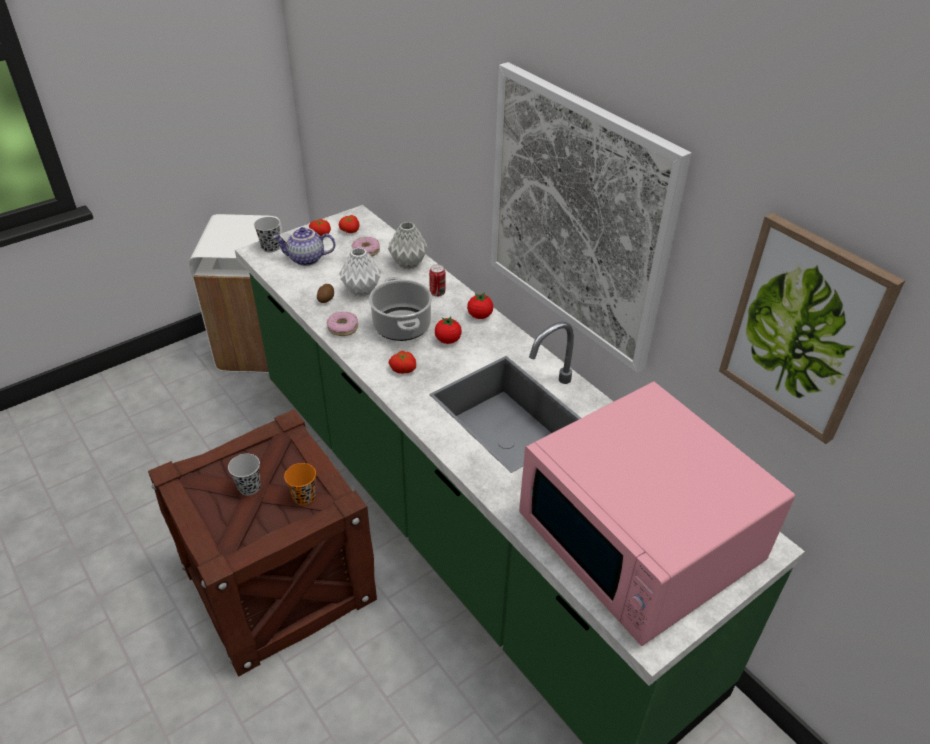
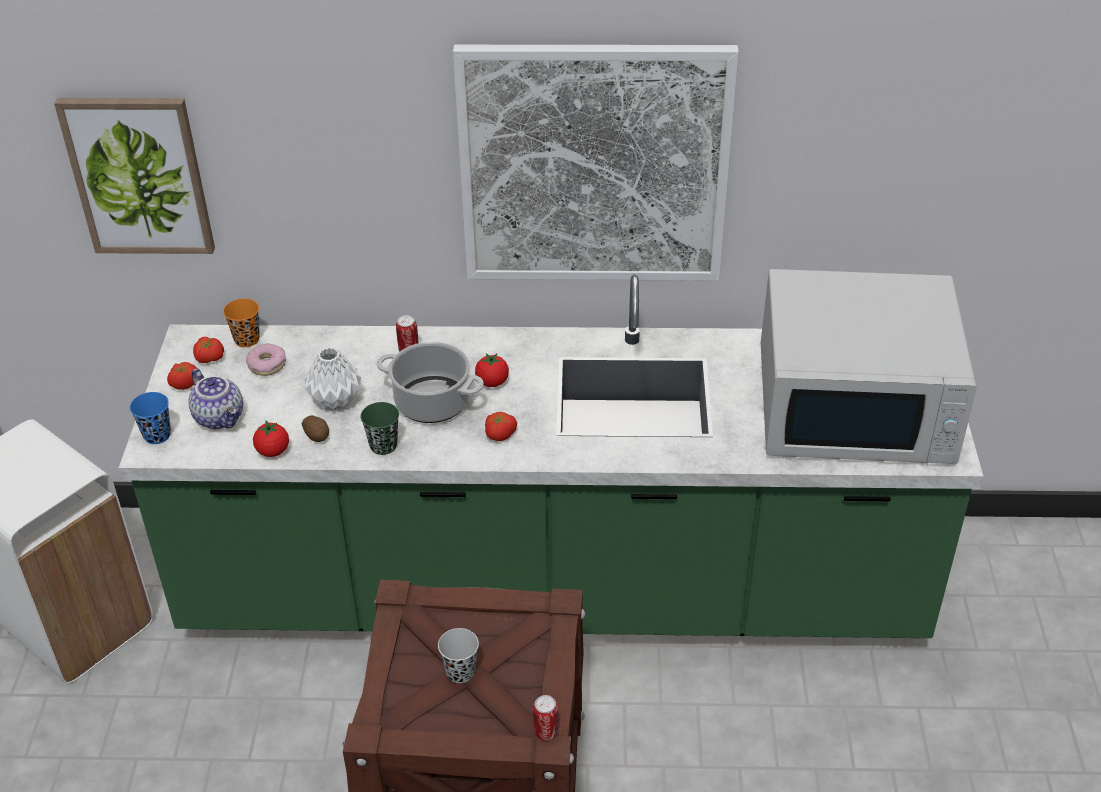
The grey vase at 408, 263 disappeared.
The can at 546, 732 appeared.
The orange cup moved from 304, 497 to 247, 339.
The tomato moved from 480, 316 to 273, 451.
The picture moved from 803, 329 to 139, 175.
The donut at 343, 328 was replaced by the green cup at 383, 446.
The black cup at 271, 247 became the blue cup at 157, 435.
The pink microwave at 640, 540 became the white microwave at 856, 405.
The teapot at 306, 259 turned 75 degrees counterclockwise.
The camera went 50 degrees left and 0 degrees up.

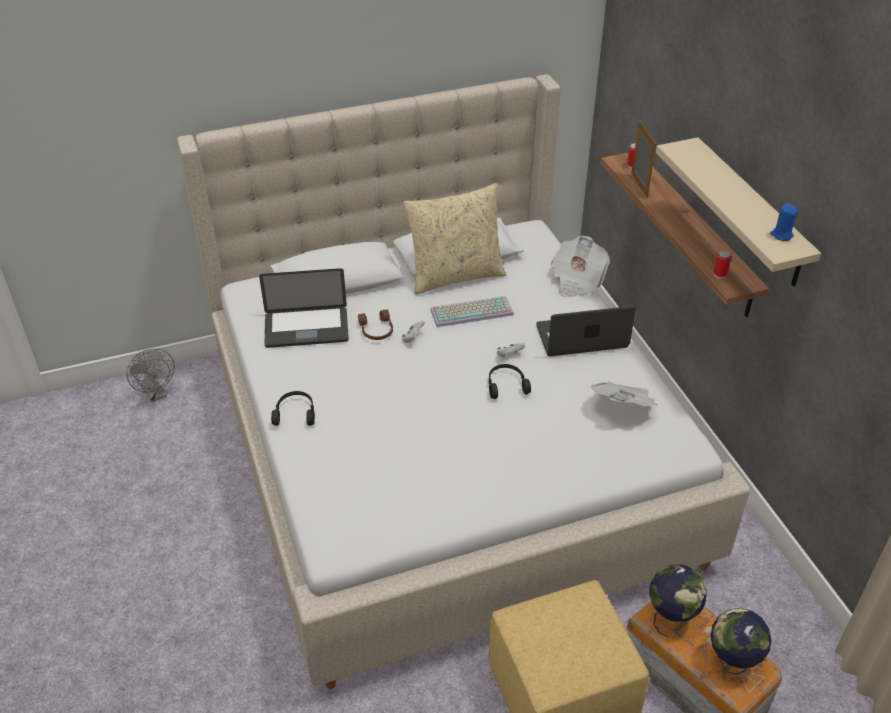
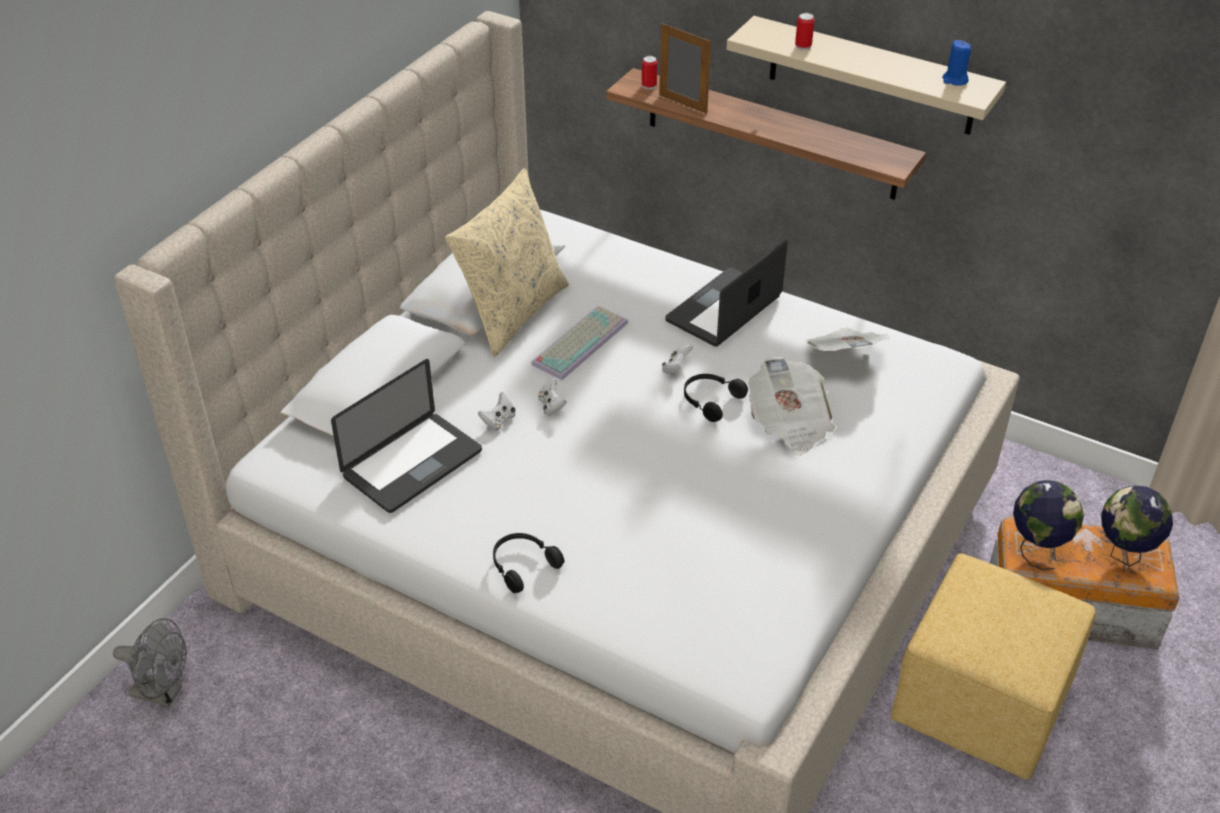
The newspaper moved from 577, 280 to 789, 424.
The can moved from 720, 274 to 803, 46.
The brown headphones at 376, 330 was replaced by the white game controller at 498, 420.
The camera went 40 degrees left and 0 degrees up.

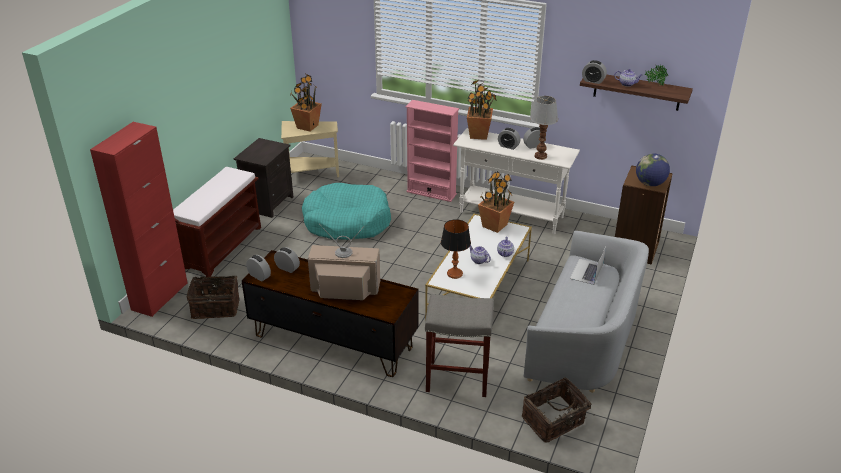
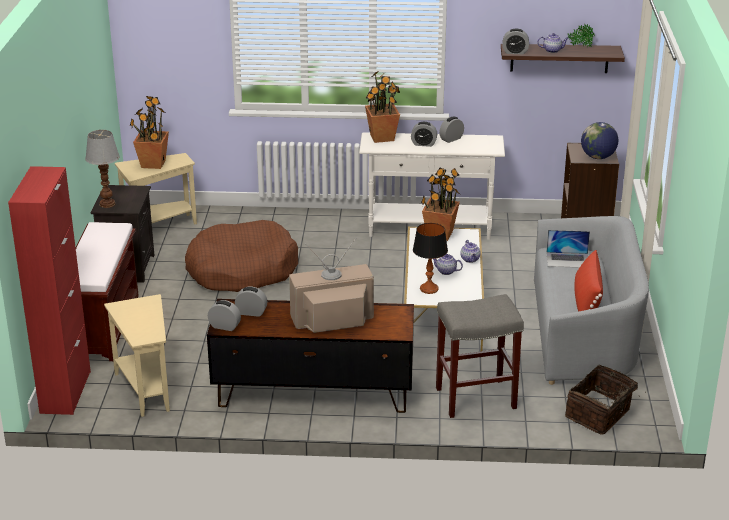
The pink bookcase at 431, 193 disappeared.
The red pillow at 586, 301 appeared.
The table lamp moved from 540, 156 to 107, 204.
The basket at 216, 307 was replaced by the beige side table at 146, 388.
The turquoise dog bed at 347, 222 became the brown dog bed at 242, 270.
The laptop at 586, 271 turned 90 degrees counterclockwise.
The camera went 20 degrees left and 5 degrees down.

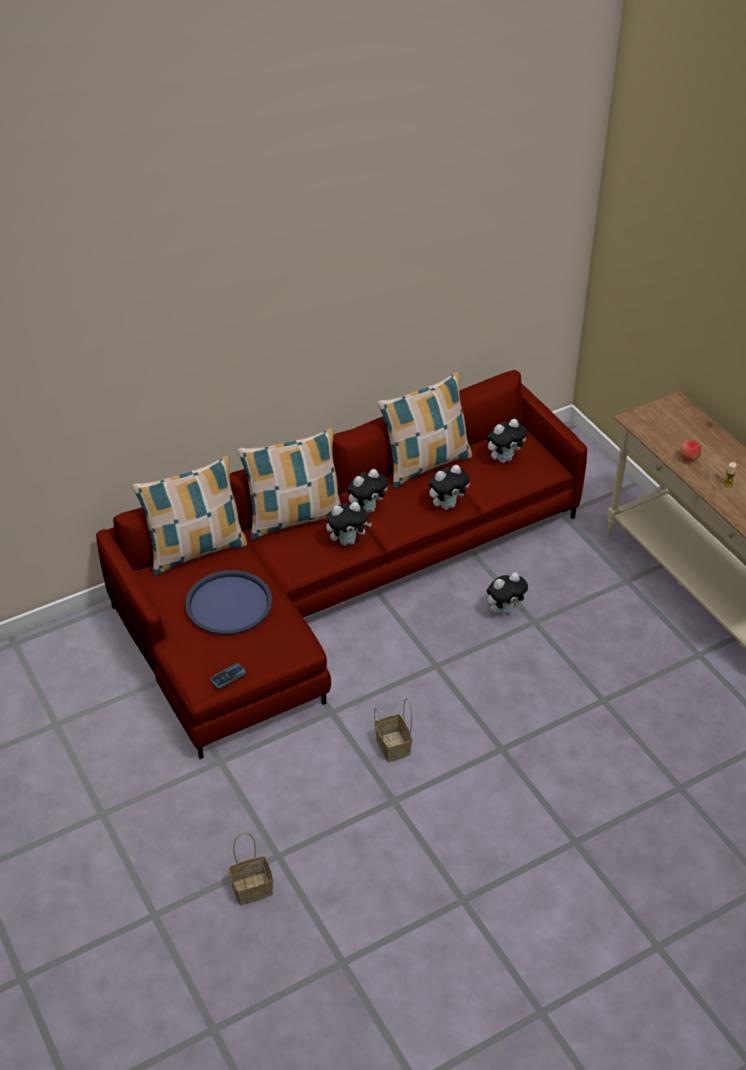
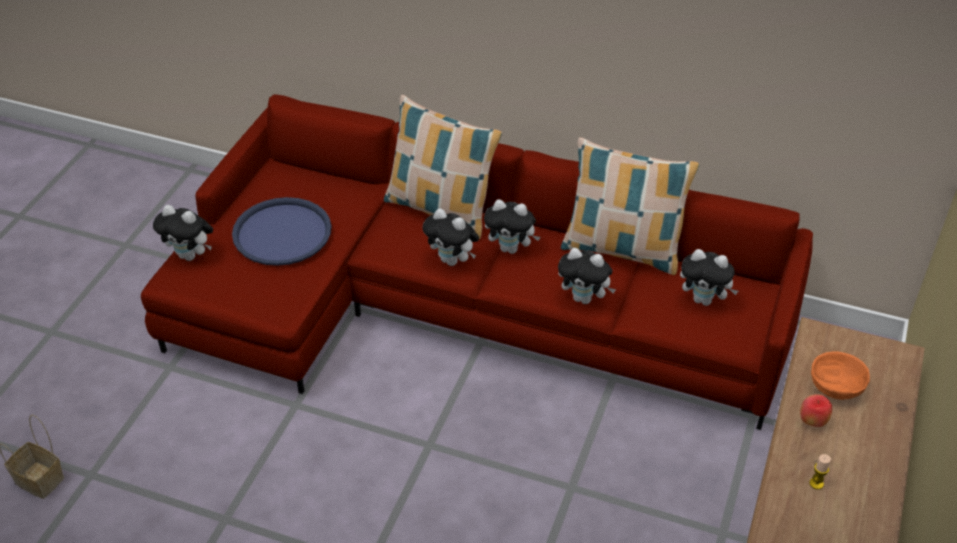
The pillow at 195, 550 disappeared.
The phone at 228, 676 disappeared.
The basket at 391, 745 disappeared.
The orange bowl at 836, 387 appeared.
The plush toy moved from 504, 610 to 190, 255.
The camera went 50 degrees right and 0 degrees up.

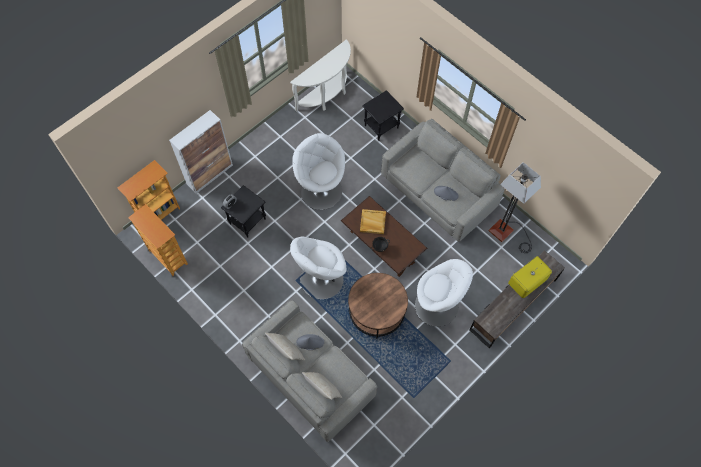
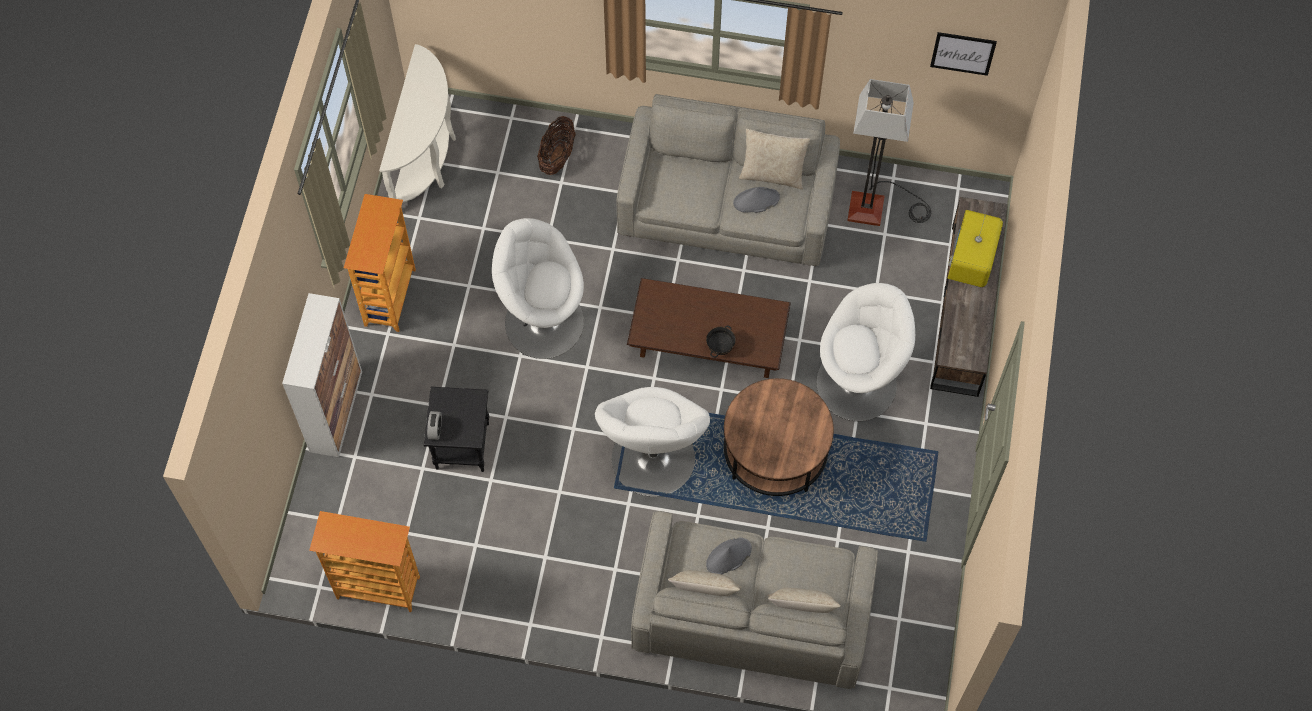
The beige tray at 372, 222 disappeared.
The beige pillow at 772, 174 appeared.
The picture at 963, 53 appeared.
The bookcase moved from 159, 214 to 389, 297.
The black side table at 381, 126 was replaced by the basket at 557, 156.
The camera went 35 degrees left and 0 degrees up.

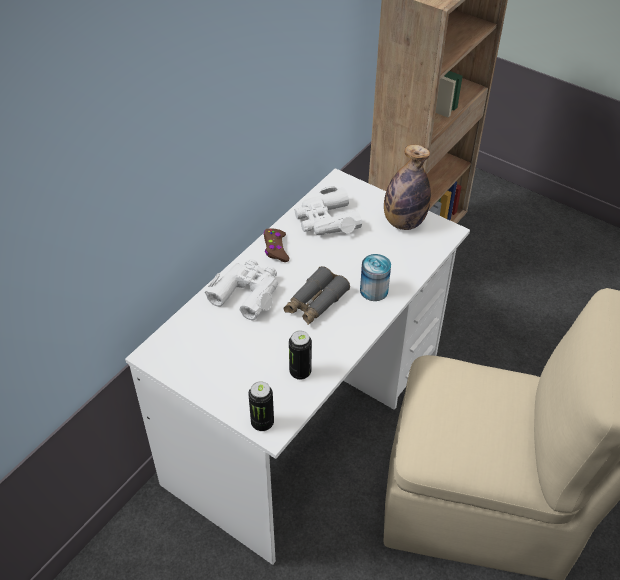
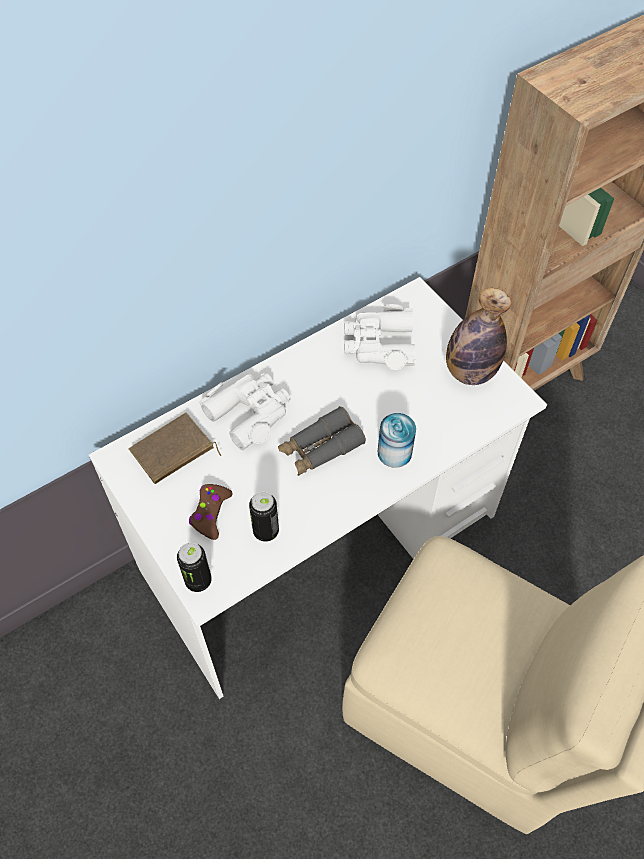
The brown book at 173, 452 appeared.
The brown game controller moved from 276, 249 to 210, 513.
The camera went 20 degrees right and 10 degrees up.

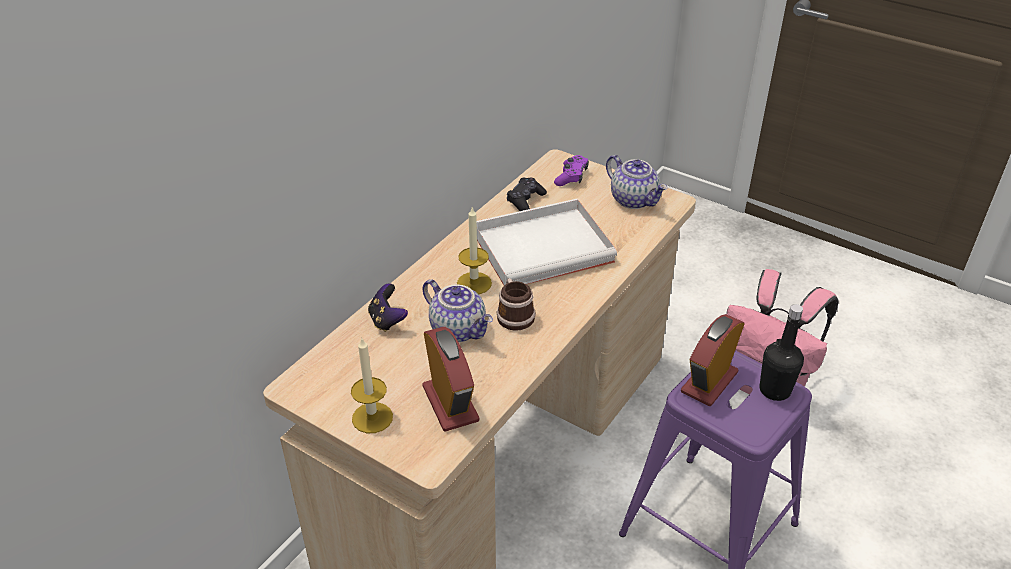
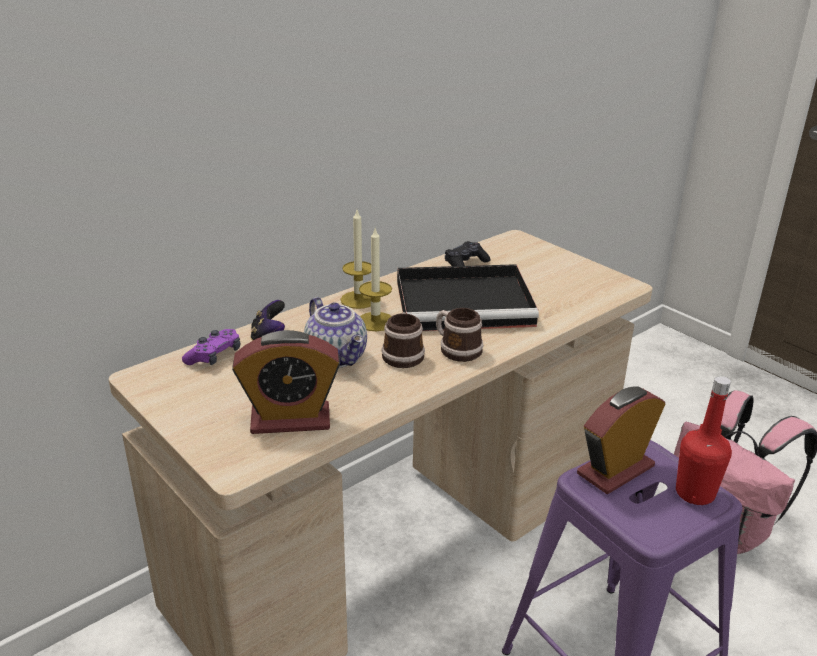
The teapot at 634, 200 disappeared.
The mug at 456, 349 appeared.
The candle moved from 372, 417 to 358, 300.
The purple game controller moved from 571, 177 to 214, 356.
The white tray at 545, 247 became the black tray at 466, 303.
The black bottle at 774, 390 became the red bottle at 695, 493.
The alarm clock at 450, 404 turned 90 degrees clockwise.
The camera went 15 degrees right and 10 degrees down.

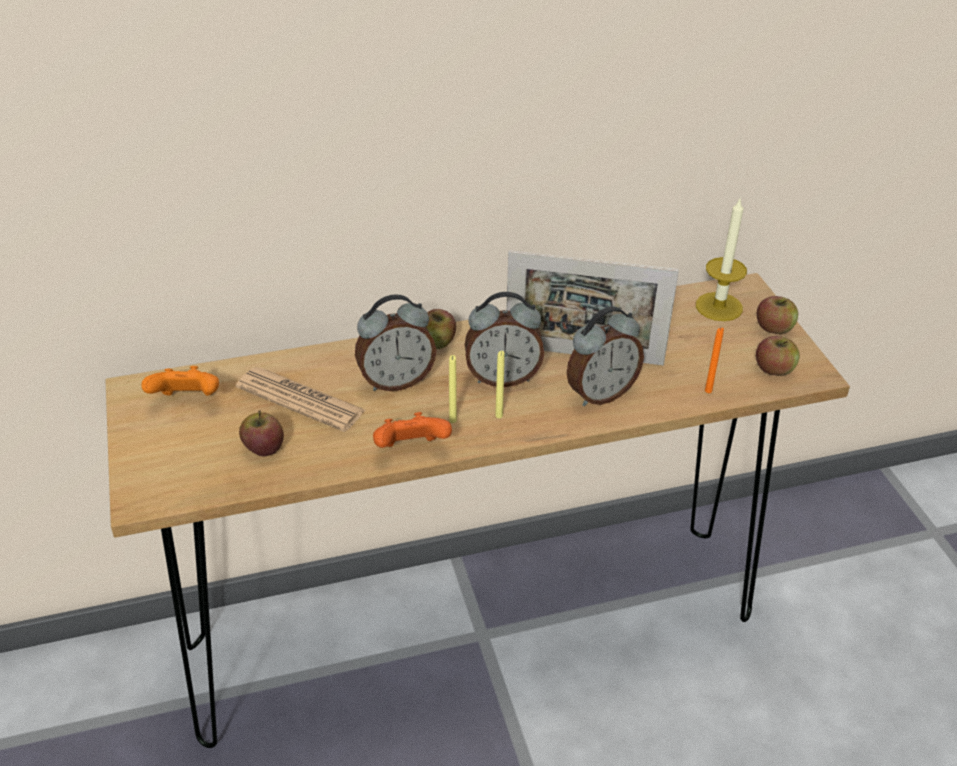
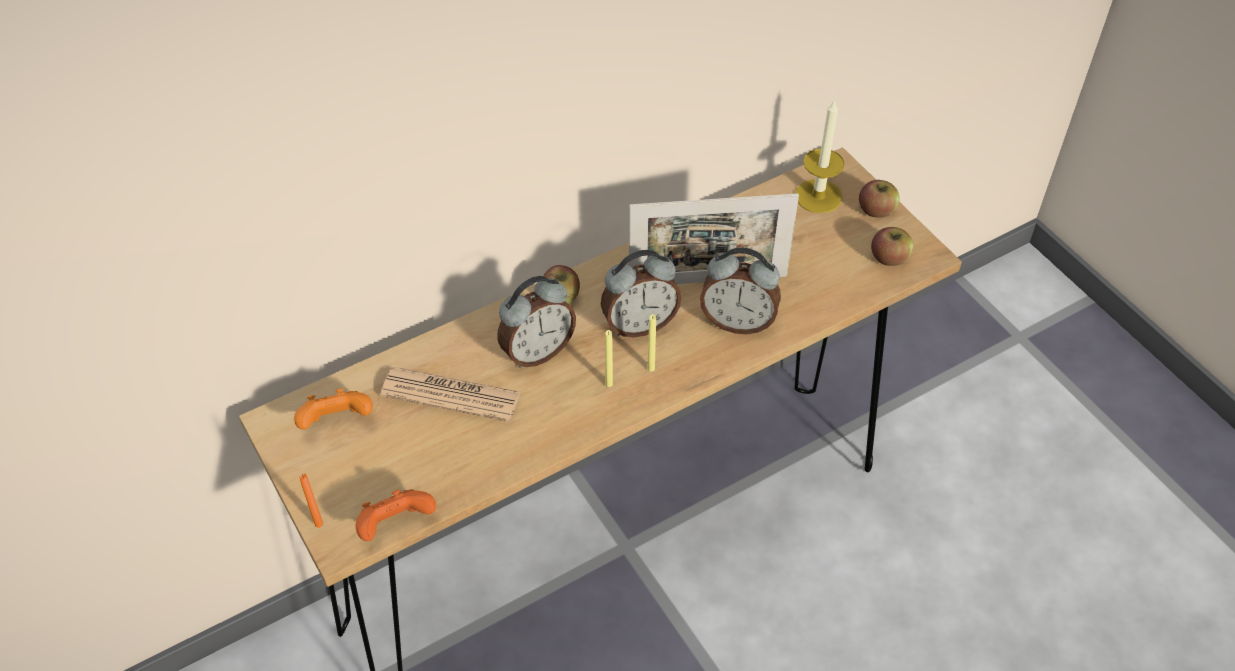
The apple at 263, 448 disappeared.
The orange game controller moved from 411, 449 to 396, 525.
The orange candle moved from 708, 391 to 319, 524.
The alarm clock at 600, 393 turned 60 degrees clockwise.
The camera went 15 degrees left and 10 degrees up.

